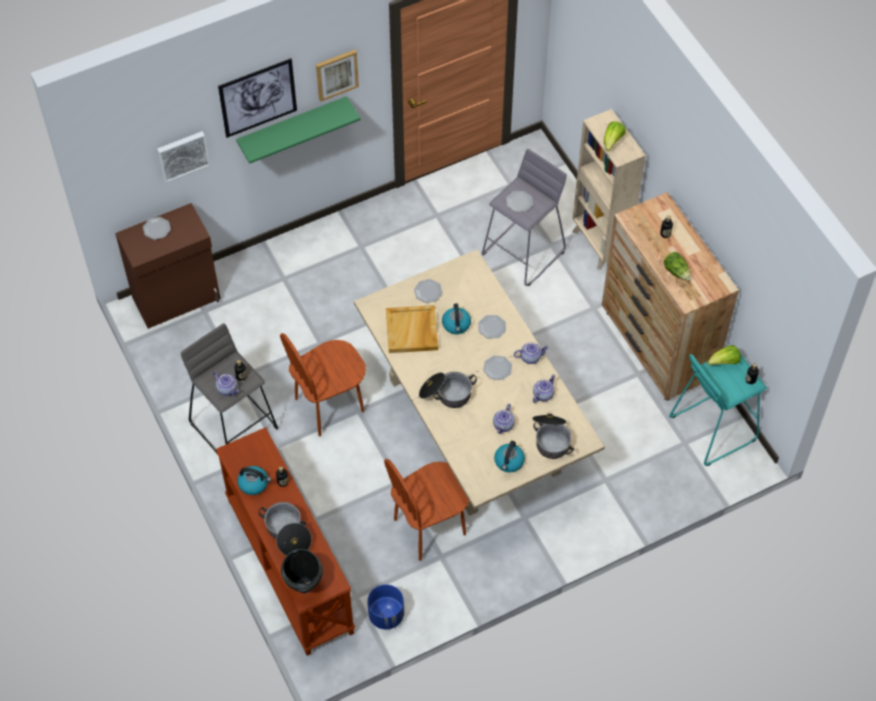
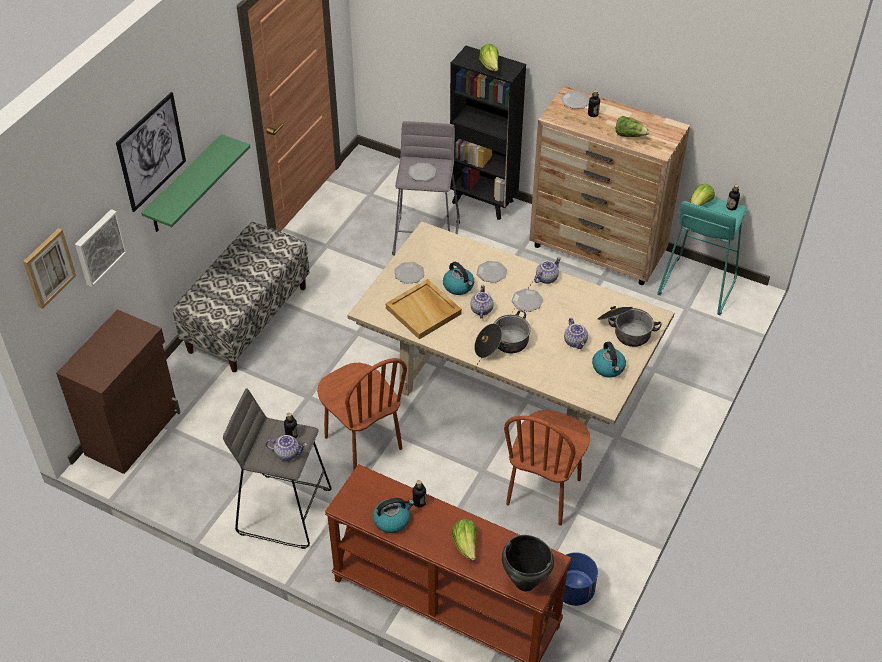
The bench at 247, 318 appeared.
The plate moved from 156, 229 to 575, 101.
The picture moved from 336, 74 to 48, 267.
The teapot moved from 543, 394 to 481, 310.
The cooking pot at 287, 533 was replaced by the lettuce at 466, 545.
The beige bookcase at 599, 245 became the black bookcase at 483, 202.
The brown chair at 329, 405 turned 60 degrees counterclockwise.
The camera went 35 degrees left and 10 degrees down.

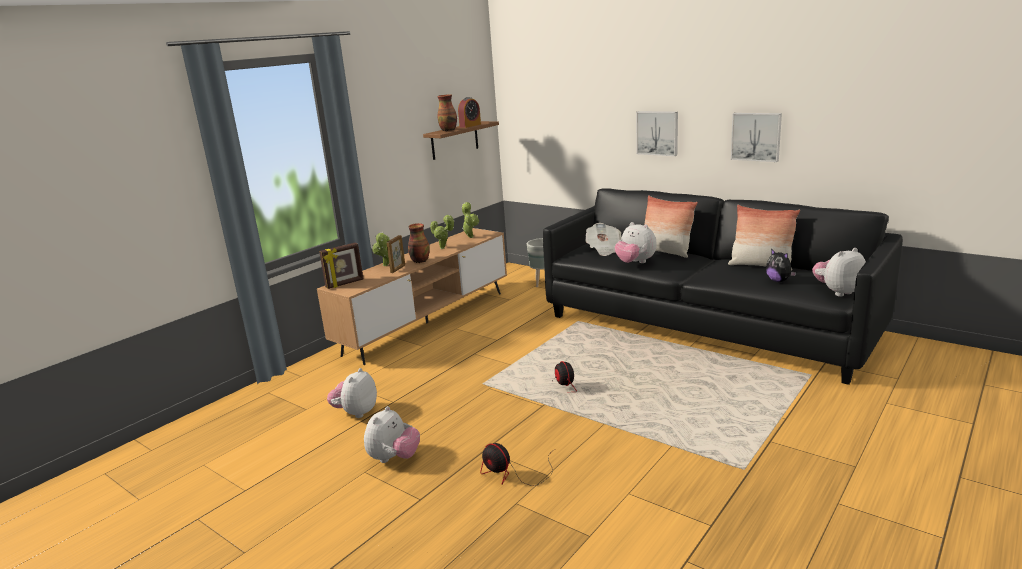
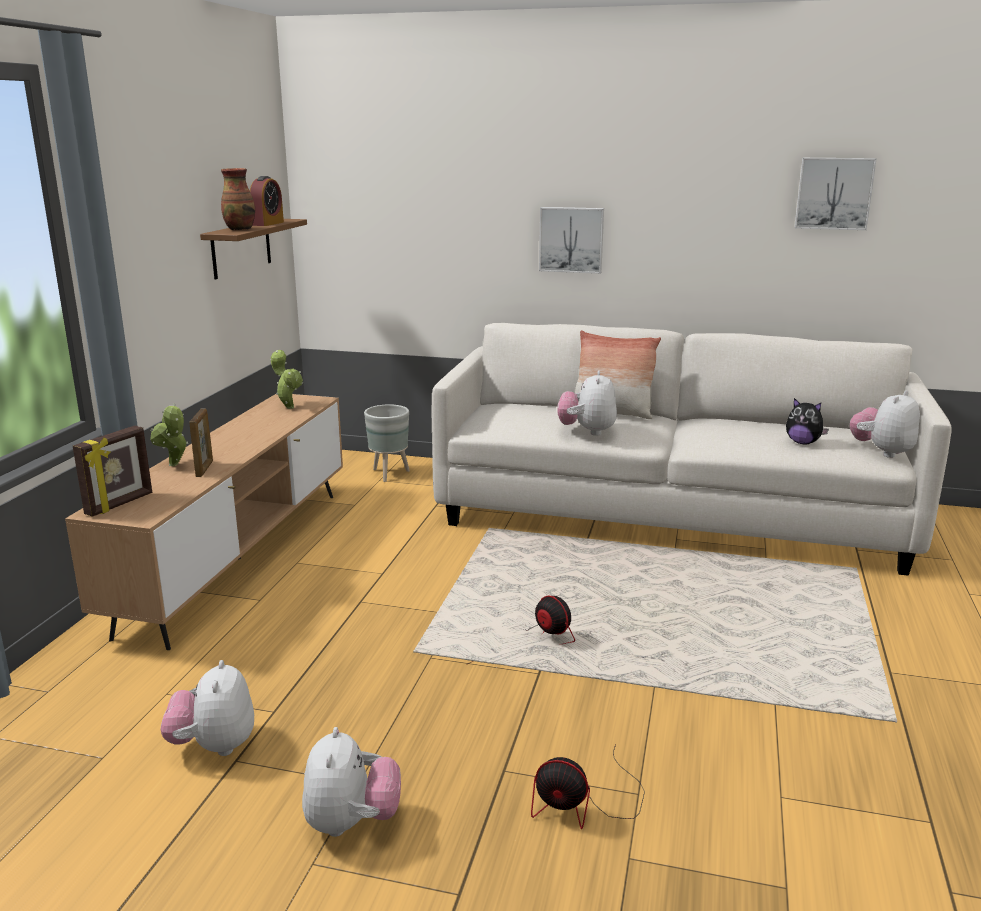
The vase at 419, 261 disappeared.
The potted plant at 444, 248 disappeared.
The newspaper at 604, 249 disappeared.
The pillow at 761, 266 disappeared.
The picture moved from 756, 136 to 834, 193.
The black sofa at 705, 325 became the white sofa at 670, 514.
The plush toy at 635, 263 turned 75 degrees clockwise.
The camera went 25 degrees left and 0 degrees up.

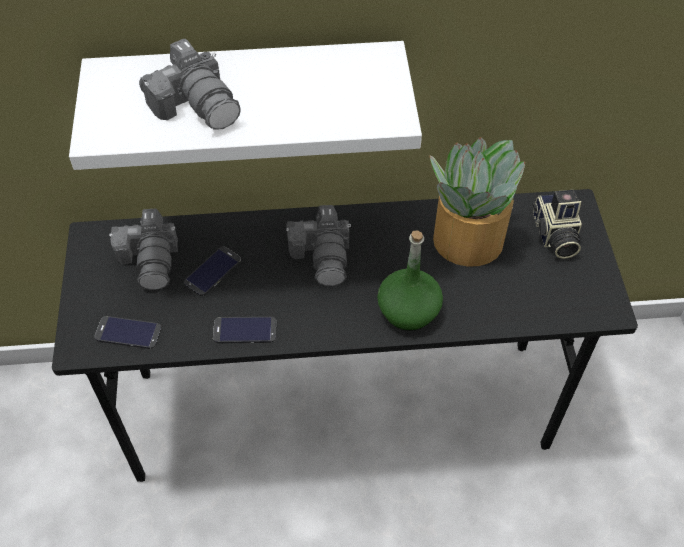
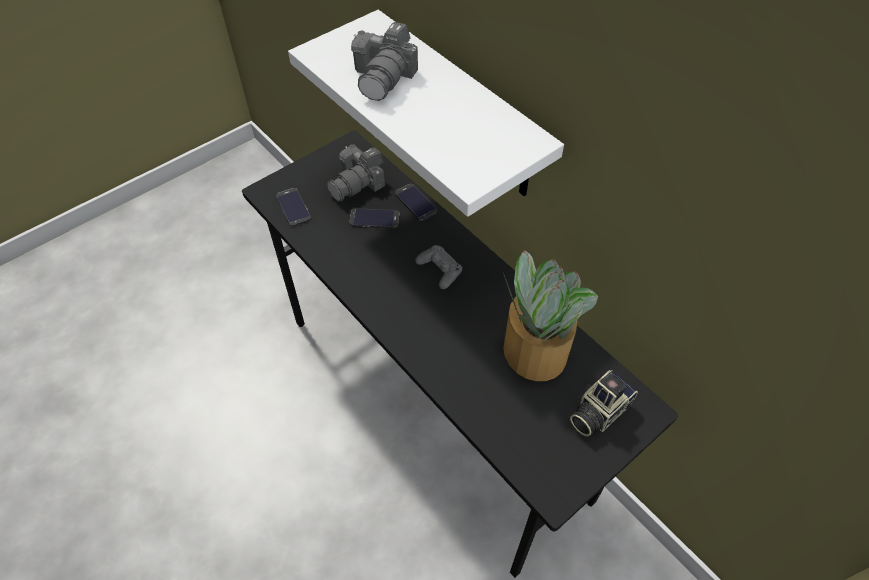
The green bottle at 408, 310 disappeared.
The phone moved from 245, 330 to 416, 202.
The photo camera at 323, 255 was replaced by the grey game controller at 439, 270.
The camera went 55 degrees right and 0 degrees up.

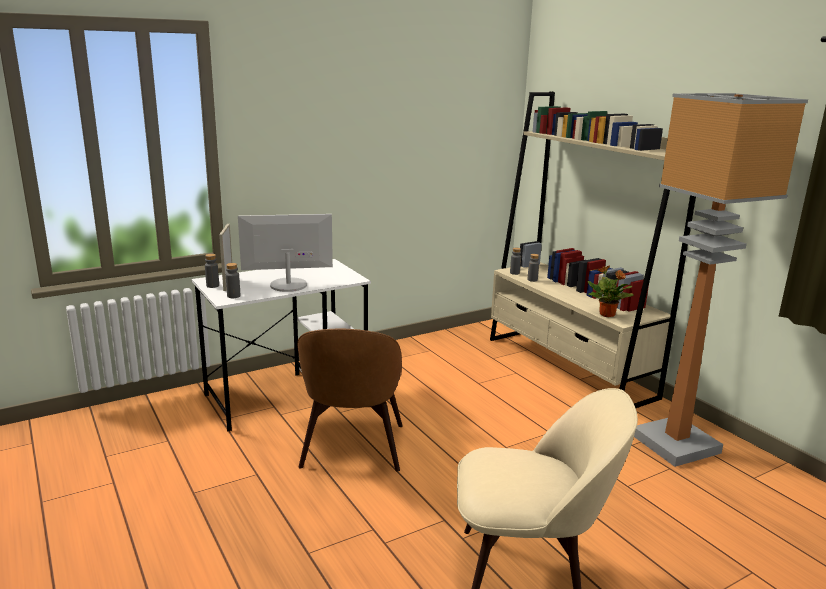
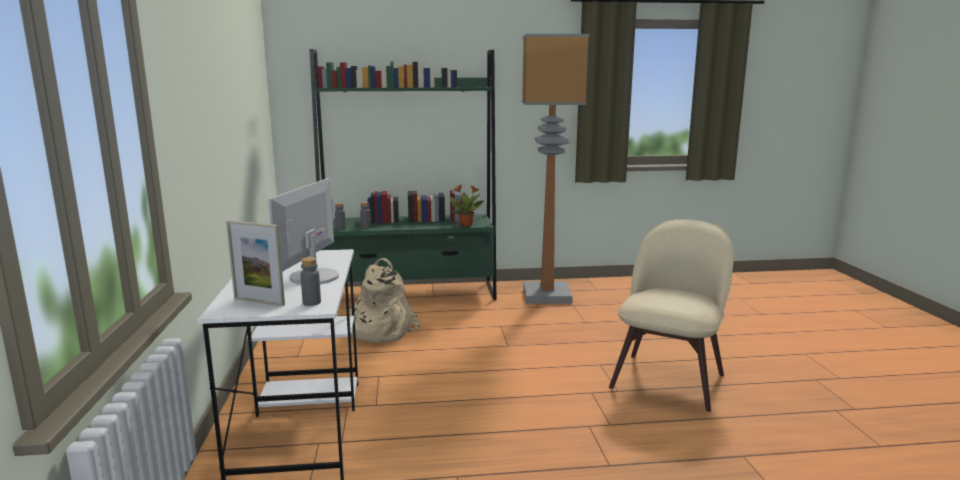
The grey bottle at 212, 285 disappeared.
The brown chair at 352, 448 disappeared.
The beige backpack at 379, 331 appeared.
The beige bookcase at 568, 367 became the green bookcase at 411, 294.
The camera went 65 degrees left and 5 degrees down.

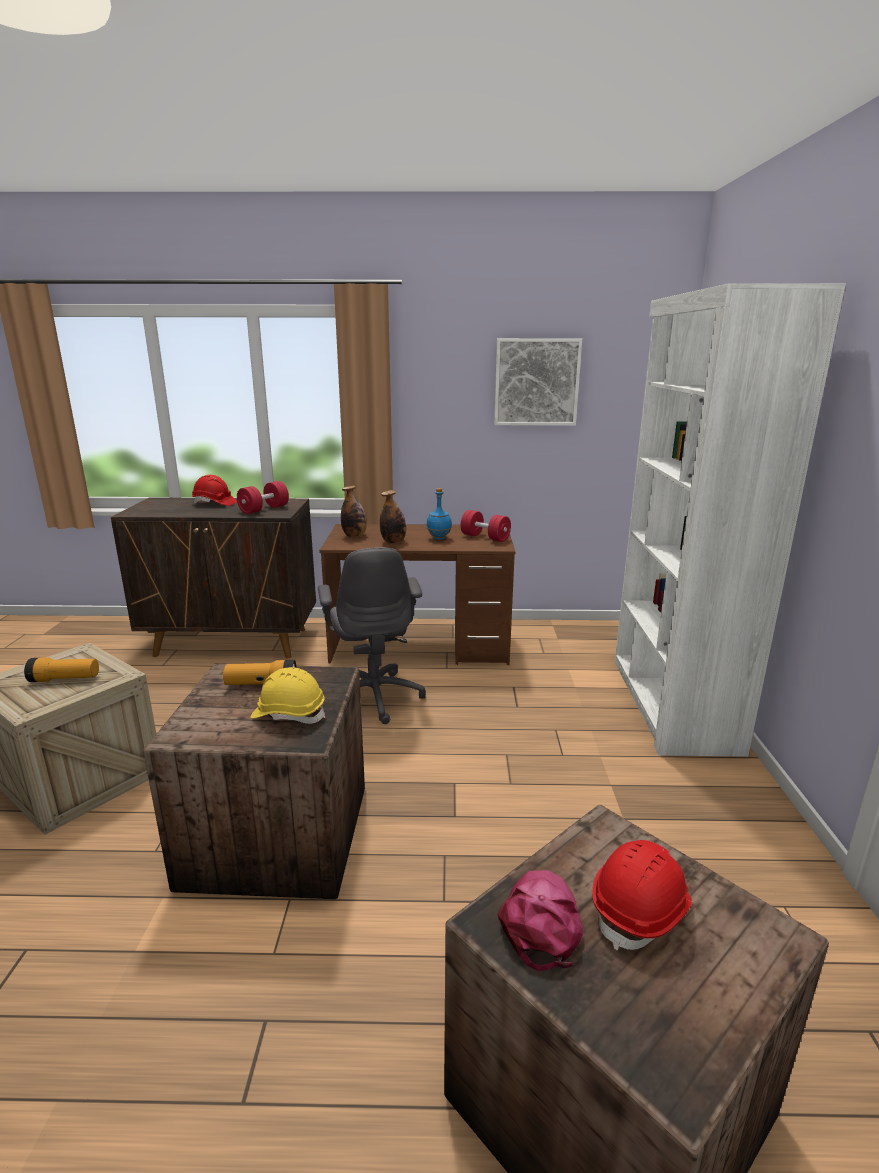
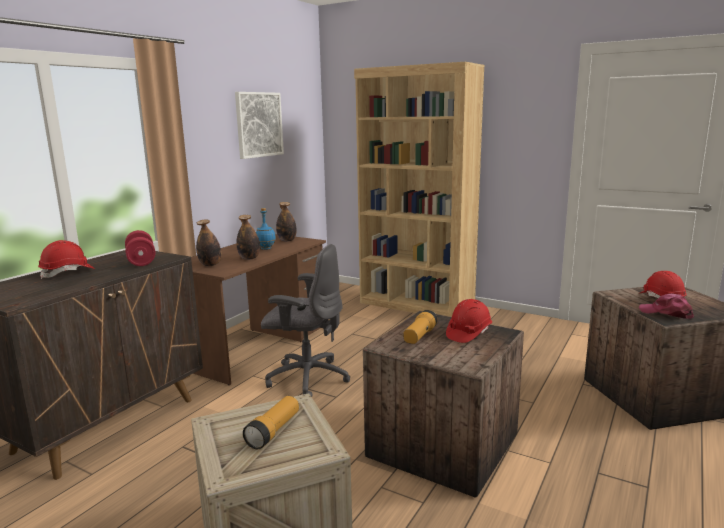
The red dumbbell at 485, 537 was replaced by the bottle at 287, 240.
The yellow hard hat at 289, 714 became the red hard hat at 468, 333.
The white bookcase at 671, 703 became the brown bookcase at 416, 305.
The camera went 60 degrees left and 5 degrees down.

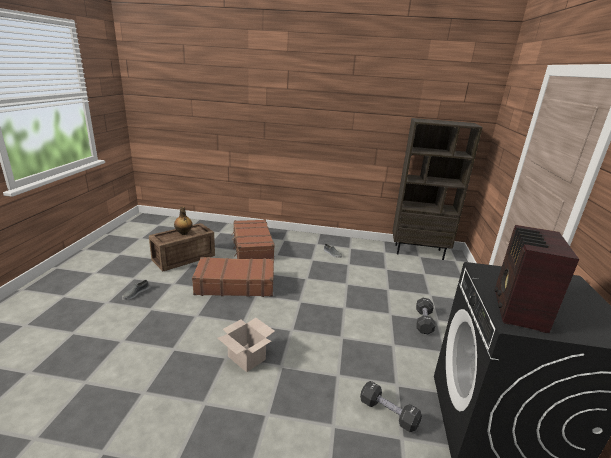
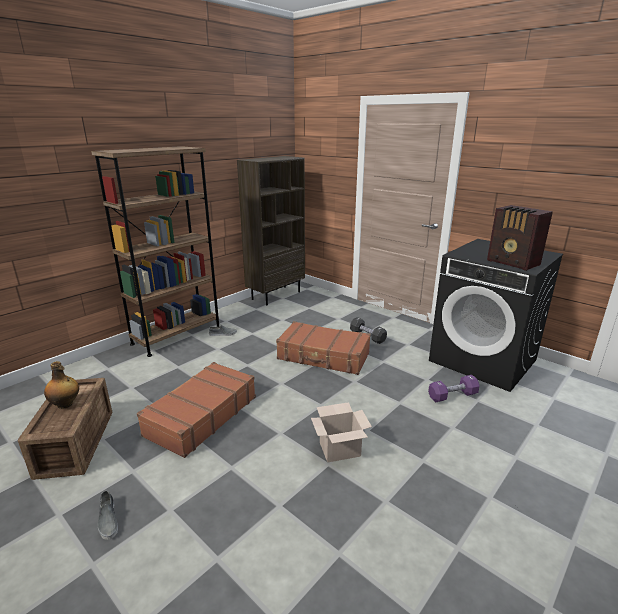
The brown bookcase at 177, 335 appeared.
The brown suitcase moved from 252, 247 to 323, 356.
The black dumbbell at 388, 413 became the purple dumbbell at 452, 396.
The camera went 55 degrees left and 0 degrees up.

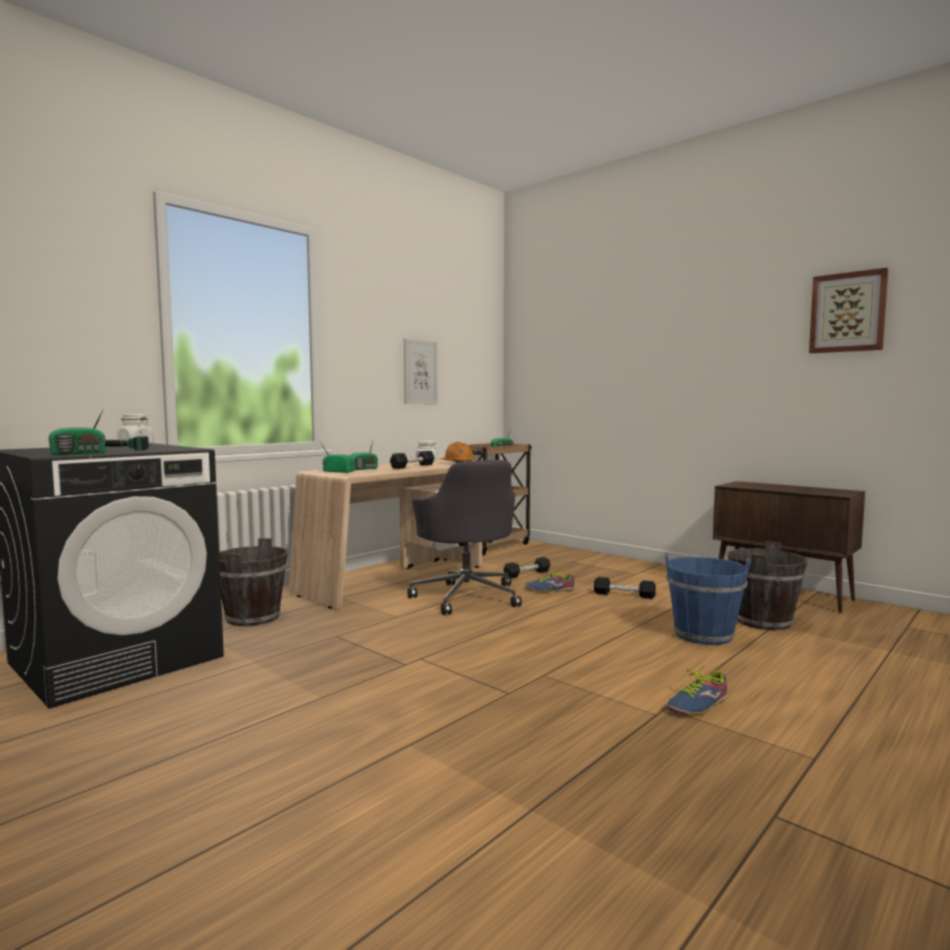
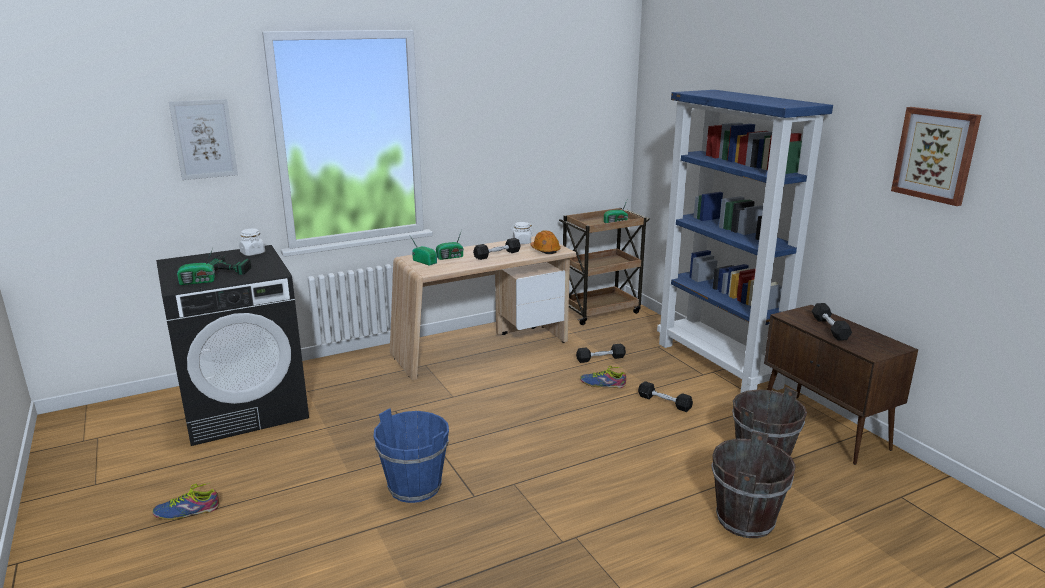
The grey office chair at 466, 596 disappeared.
The blue bookcase at 719, 365 appeared.
The black dumbbell at 830, 328 appeared.
The brown bucket moved from 253, 618 to 745, 520.
The picture moved from 420, 372 to 204, 139.
The blue bucket moved from 703, 635 to 415, 487.
The shoe moved from 698, 705 to 187, 511.
The camera went 20 degrees right and 15 degrees up.

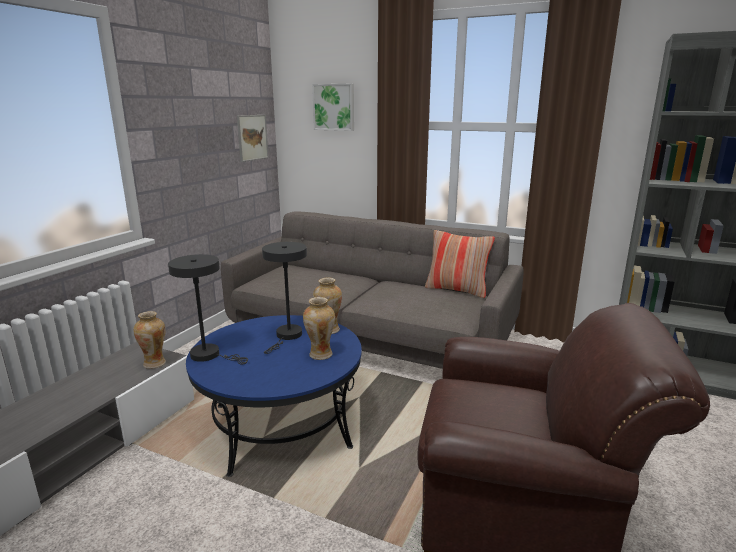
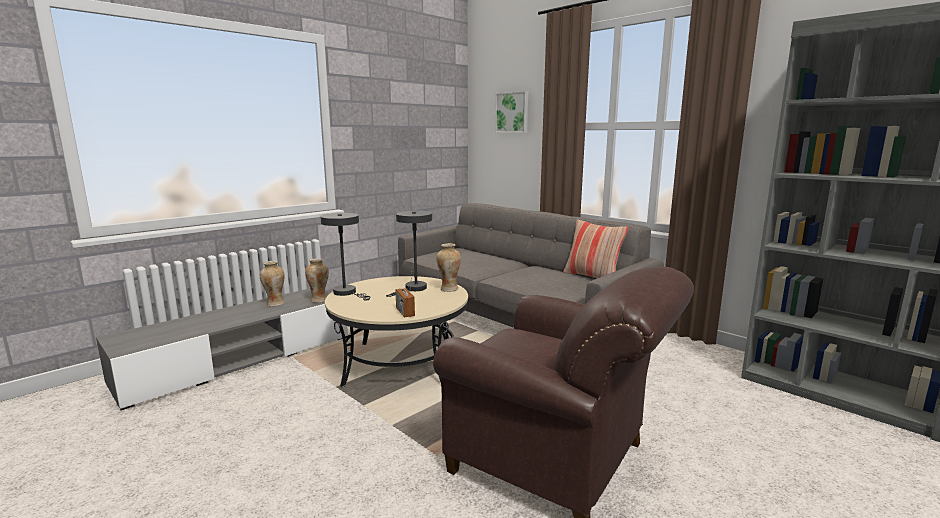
The picture at 252, 137 disappeared.
The radio at 405, 312 appeared.
The vase moved from 320, 355 to 274, 304.
The blue coffee table at 281, 425 became the beige coffee table at 400, 363.
The camera went 20 degrees right and 5 degrees down.

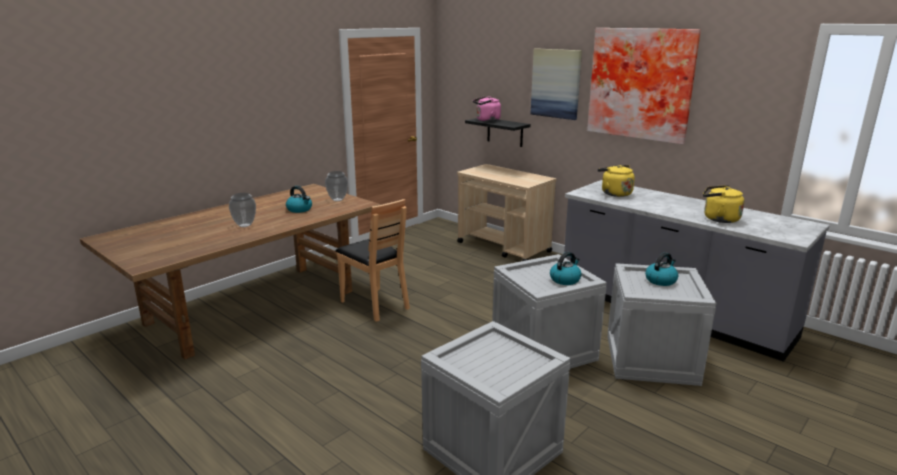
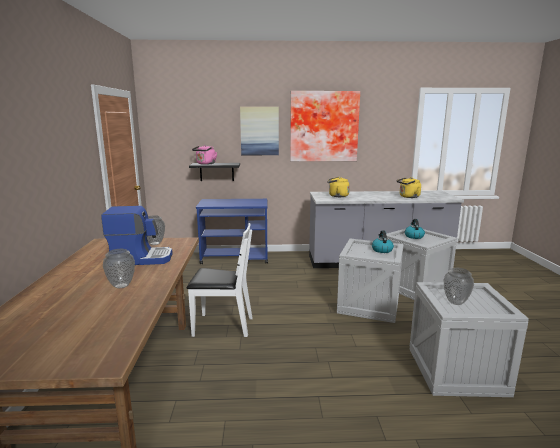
The vase at 455, 302 appeared.
The kettle at 300, 209 was replaced by the coffee machine at 141, 258.
The brown chair at 375, 304 became the white chair at 222, 326.
The beige cart at 504, 247 became the blue cart at 235, 258.
The camera went 45 degrees left and 5 degrees down.

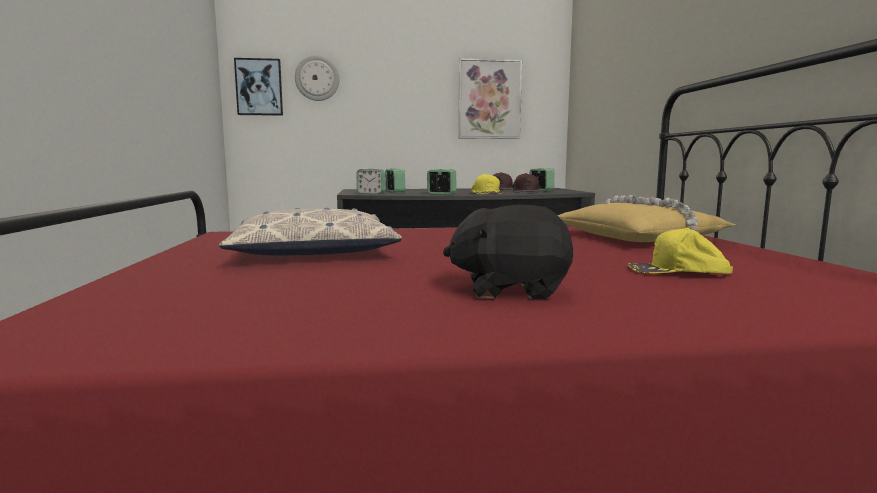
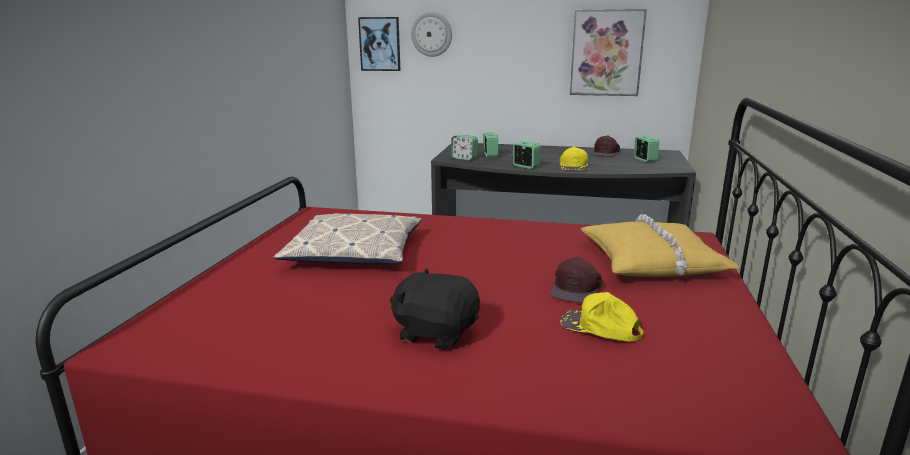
The brown cap moved from 526, 191 to 577, 288.
The camera went 20 degrees right and 10 degrees up.

